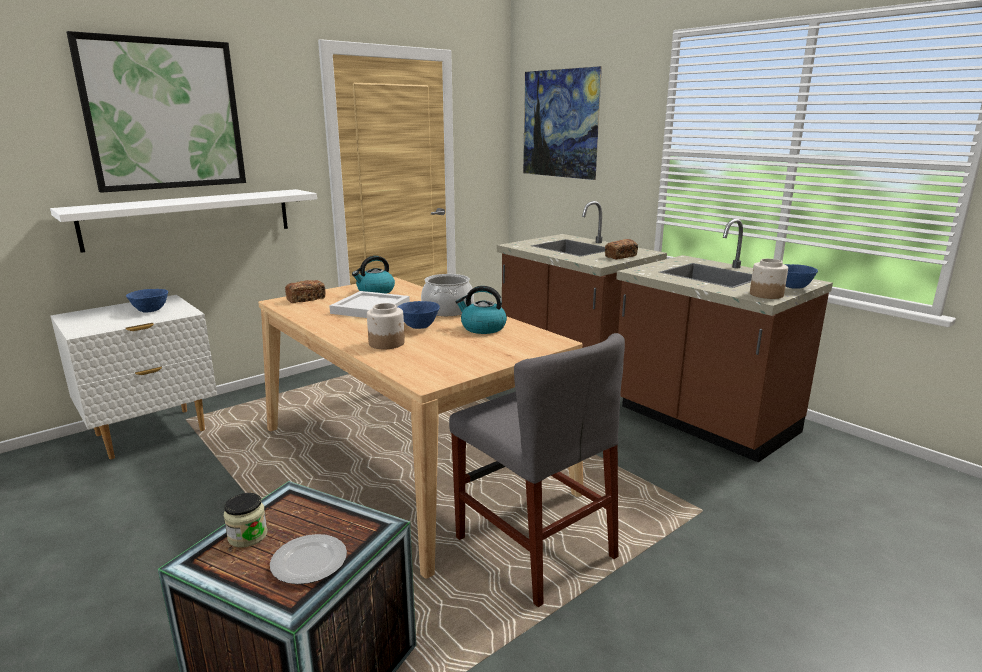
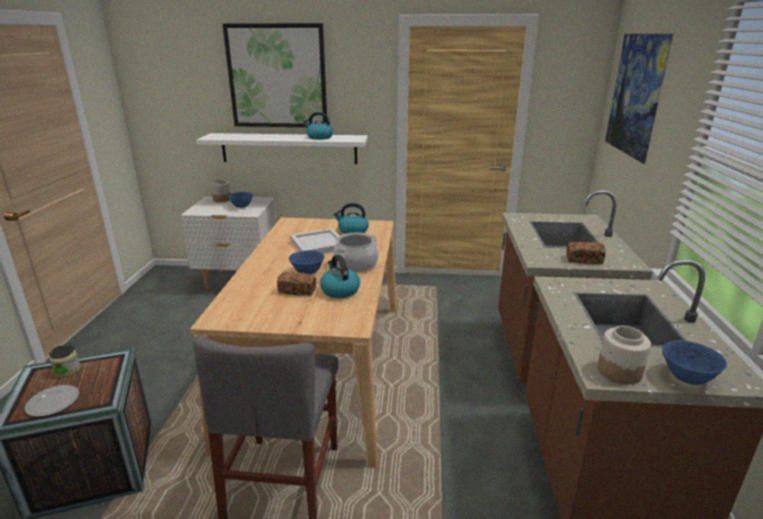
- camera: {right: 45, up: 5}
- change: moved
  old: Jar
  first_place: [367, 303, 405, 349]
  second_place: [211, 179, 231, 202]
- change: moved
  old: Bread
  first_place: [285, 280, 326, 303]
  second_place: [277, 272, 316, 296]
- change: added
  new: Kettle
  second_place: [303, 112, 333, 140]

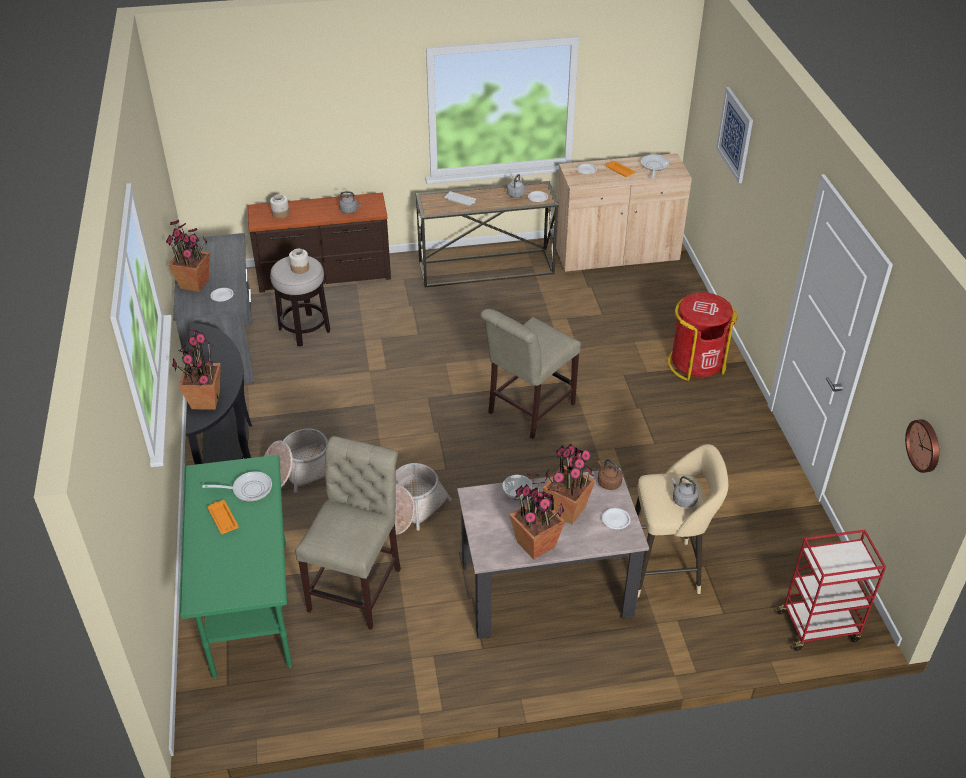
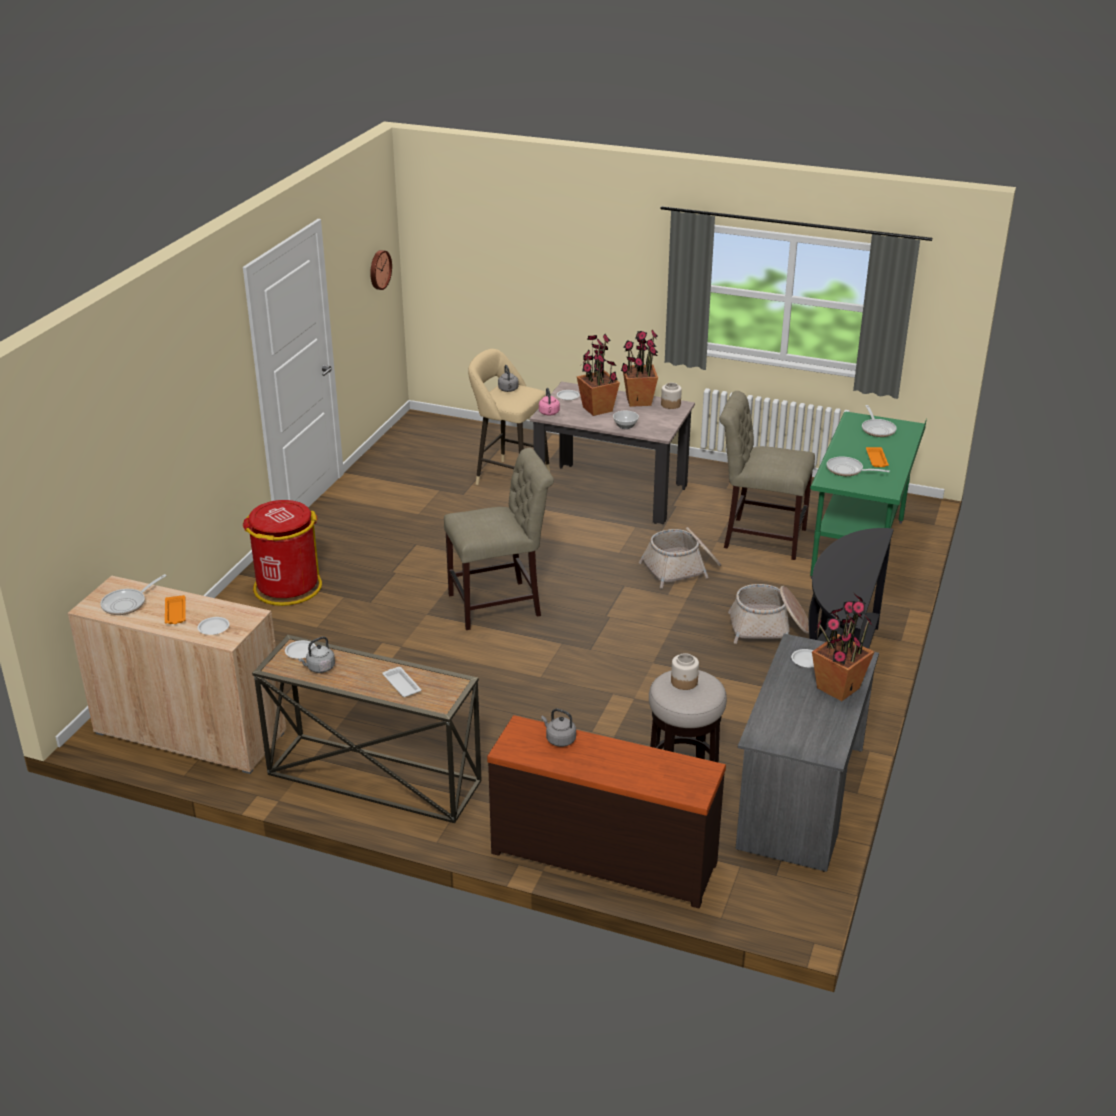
- camera: {right: -150, up: -10}
- change: recoloured
  old: BrownKettle
  new: PinkKettle
  first_place: [598, 459, 623, 490]
  second_place: [539, 388, 560, 415]
- change: moved
  old: Jar
  first_place: [270, 195, 289, 218]
  second_place: [661, 383, 682, 409]
- change: turned
  old: BeigeChair
  first_place: [295, 436, 401, 630]
  second_place: [719, 391, 815, 560]
  degrees: 60
- change: added
  new: FryingPan
  second_place: [862, 405, 897, 437]
- change: removed
  old: PottedPlant
  first_place: [172, 329, 221, 410]
- change: removed
  old: Picture
  first_place: [716, 87, 753, 183]
- change: removed
  old: RedCart
  first_place: [774, 530, 886, 651]

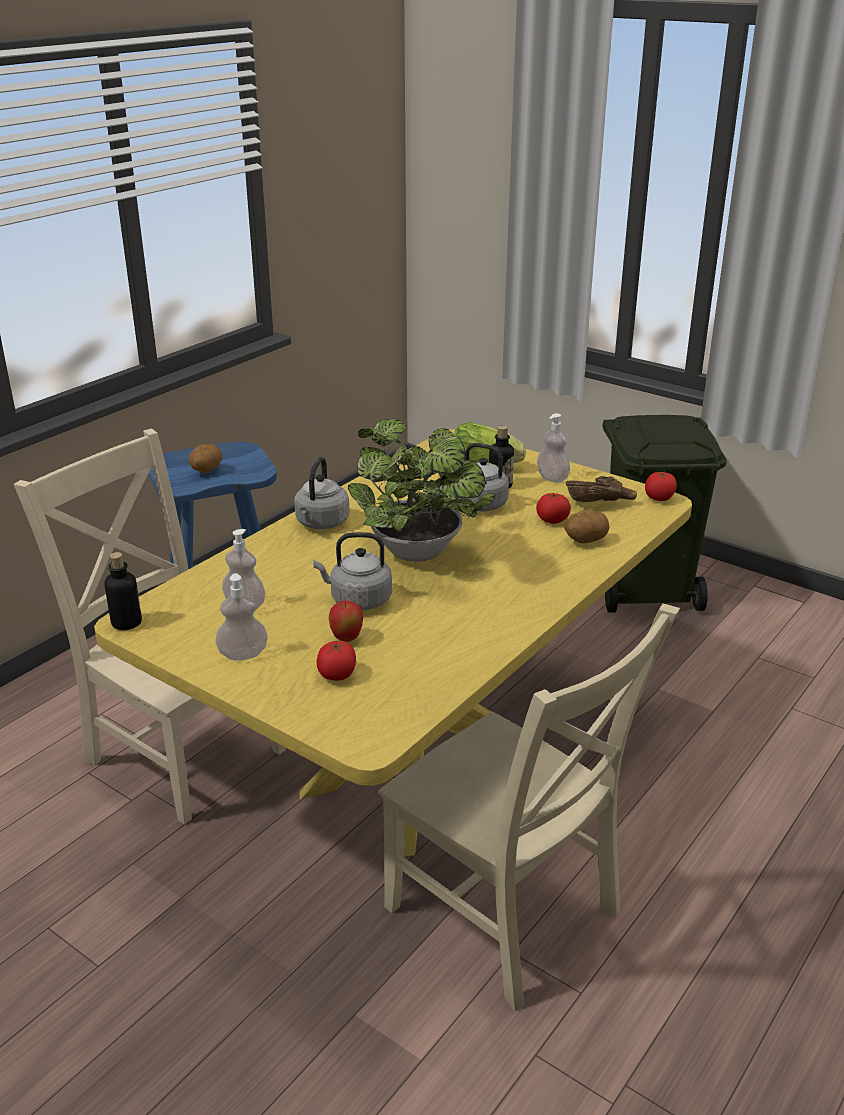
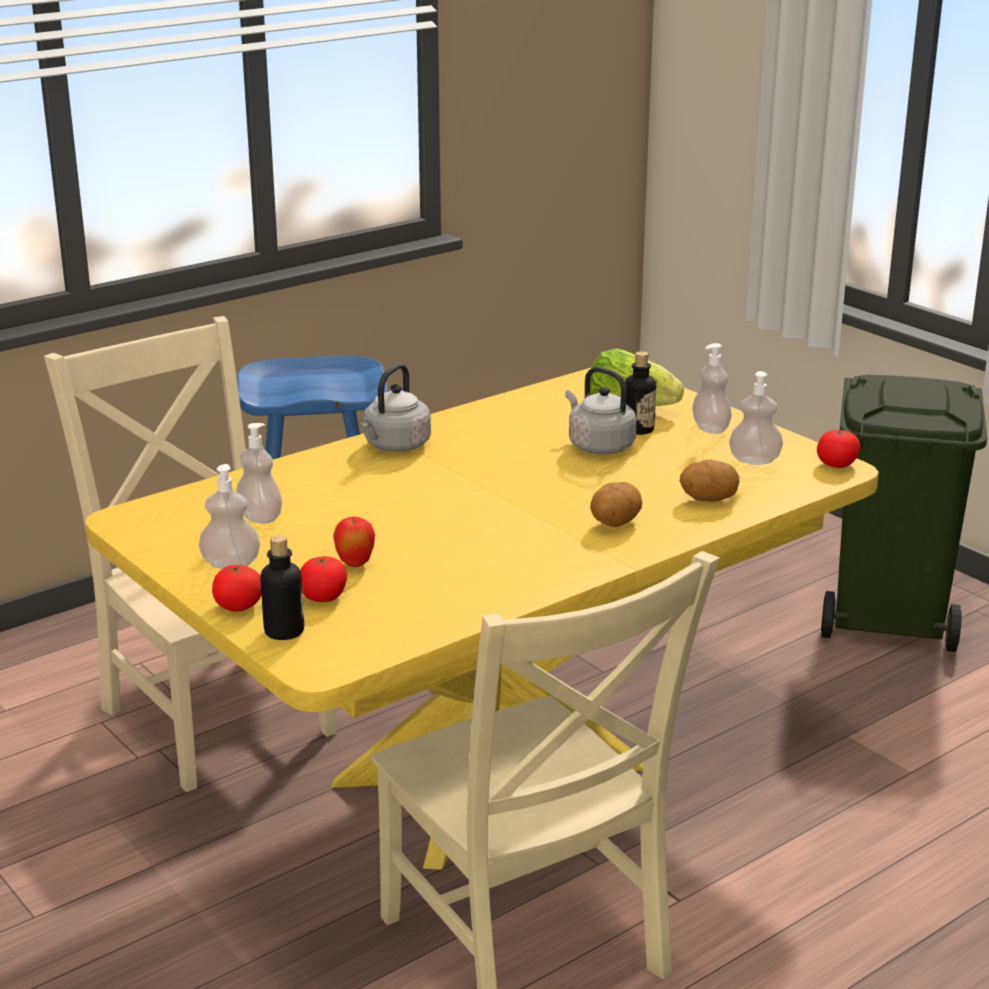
- camera: {right: 15, up: -5}
- change: moved
  old: Tomato
  first_place: [536, 492, 571, 524]
  second_place: [212, 564, 261, 612]
- change: moved
  old: Bottle
  first_place: [105, 552, 142, 630]
  second_place: [260, 535, 304, 640]
- change: moved
  old: Potato
  first_place: [189, 444, 222, 473]
  second_place: [590, 482, 642, 527]
- change: replaced
  old: BrownBowl
  new: SoapDispenser
  first_place: [566, 476, 637, 502]
  second_place: [729, 371, 783, 465]
- change: removed
  old: GreyKettle
  first_place: [313, 532, 392, 610]
- change: removed
  old: PottedPlant
  first_place: [348, 419, 495, 562]

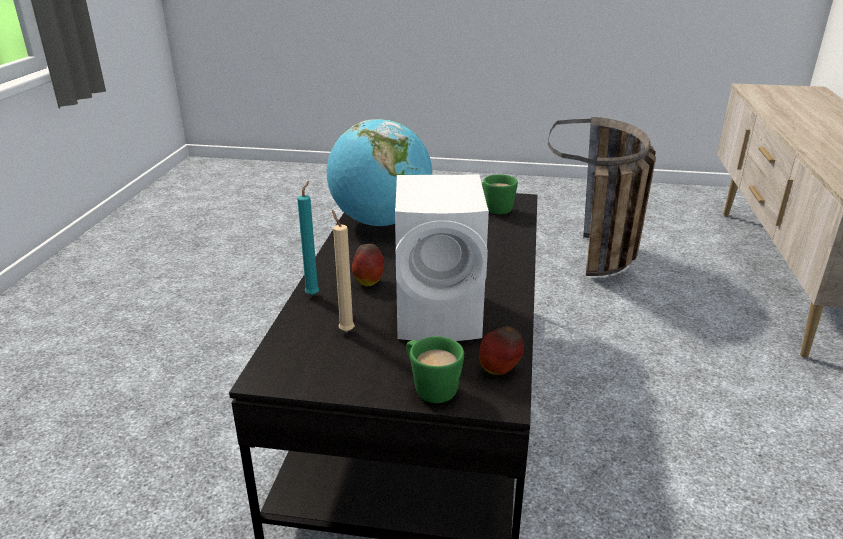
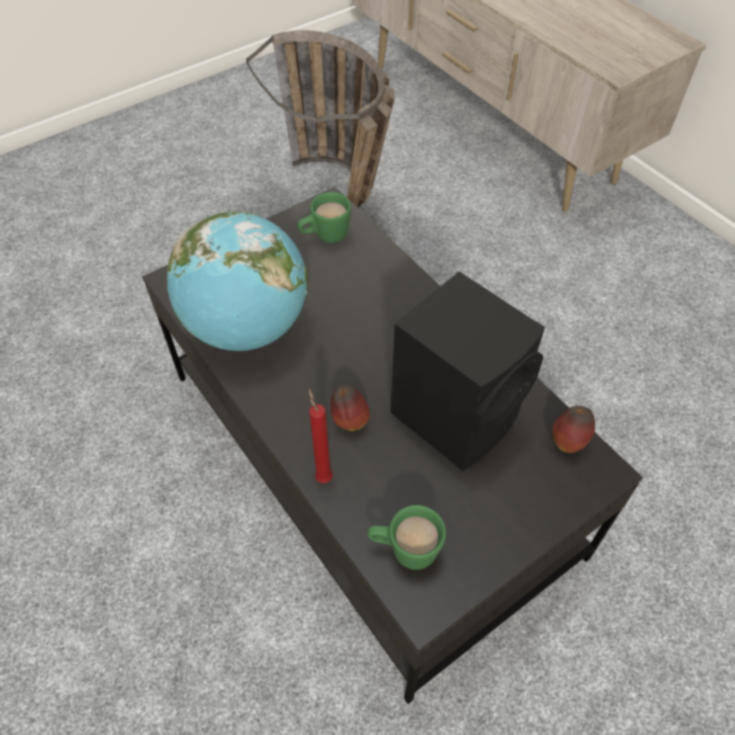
- camera: {right: -45, up: 25}
- change: recoloured
  old: TurquoiseCandle
  new: RedCandle
  first_place: [297, 181, 319, 296]
  second_place: [309, 389, 333, 483]
- change: moved
  old: GreenMug
  first_place: [406, 336, 464, 403]
  second_place: [368, 505, 446, 570]
- change: recoloured
  old: WhiteSpeaker
  new: BlackSpeaker
  first_place: [395, 175, 489, 341]
  second_place: [391, 271, 545, 471]
- change: removed
  old: BeigeCandle
  first_place: [332, 210, 355, 332]

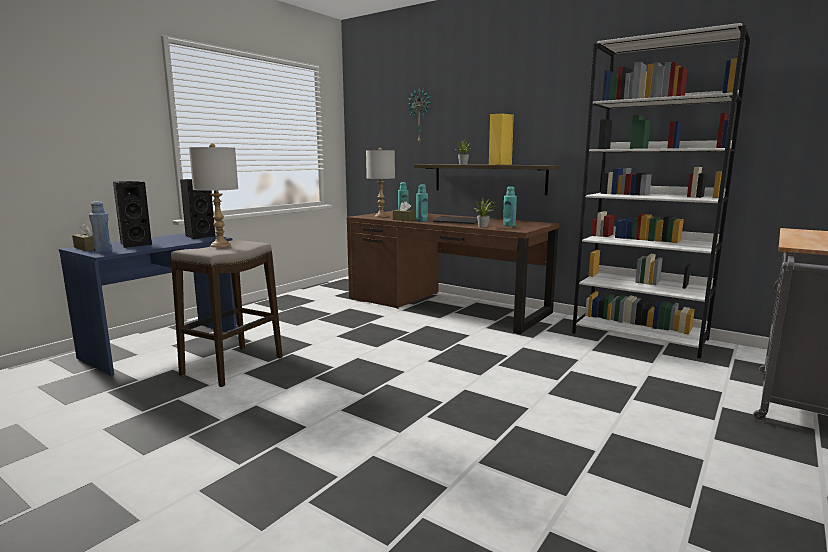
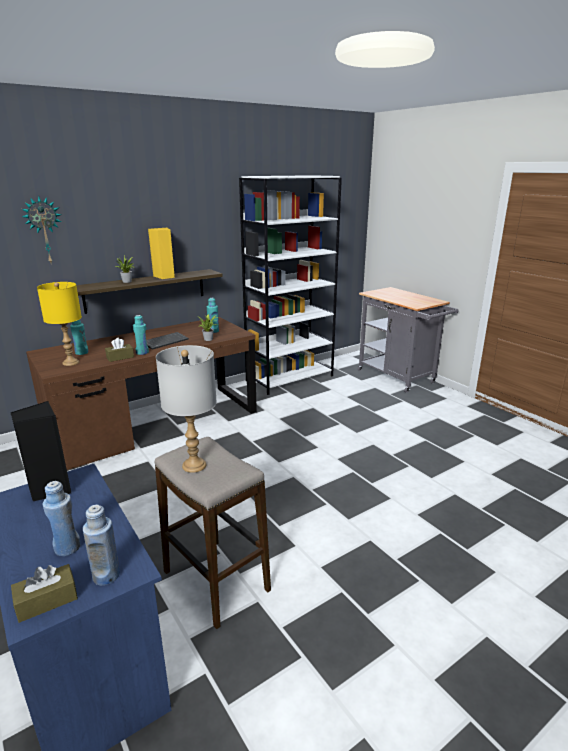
- camera: {right: -70, up: 10}
- change: recoloured
  old: GreyTableLamp
  new: YellowTableLamp
  first_place: [366, 148, 395, 217]
  second_place: [37, 282, 82, 366]
- change: replaced
  old: BlackSpeaker
  new: BlueBottle
  first_place: [113, 181, 152, 248]
  second_place: [43, 481, 81, 556]

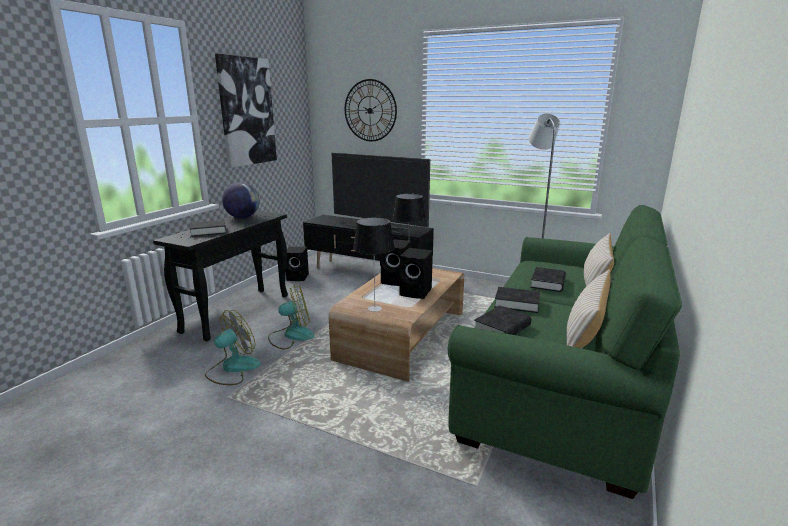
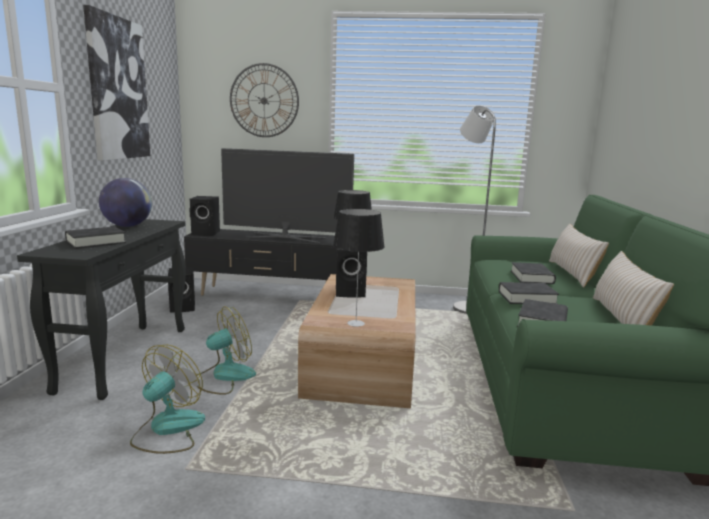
- camera: {right: -20, up: -5}
- change: moved
  old: BlackSpeaker
  first_place: [399, 248, 433, 299]
  second_place: [189, 196, 220, 236]

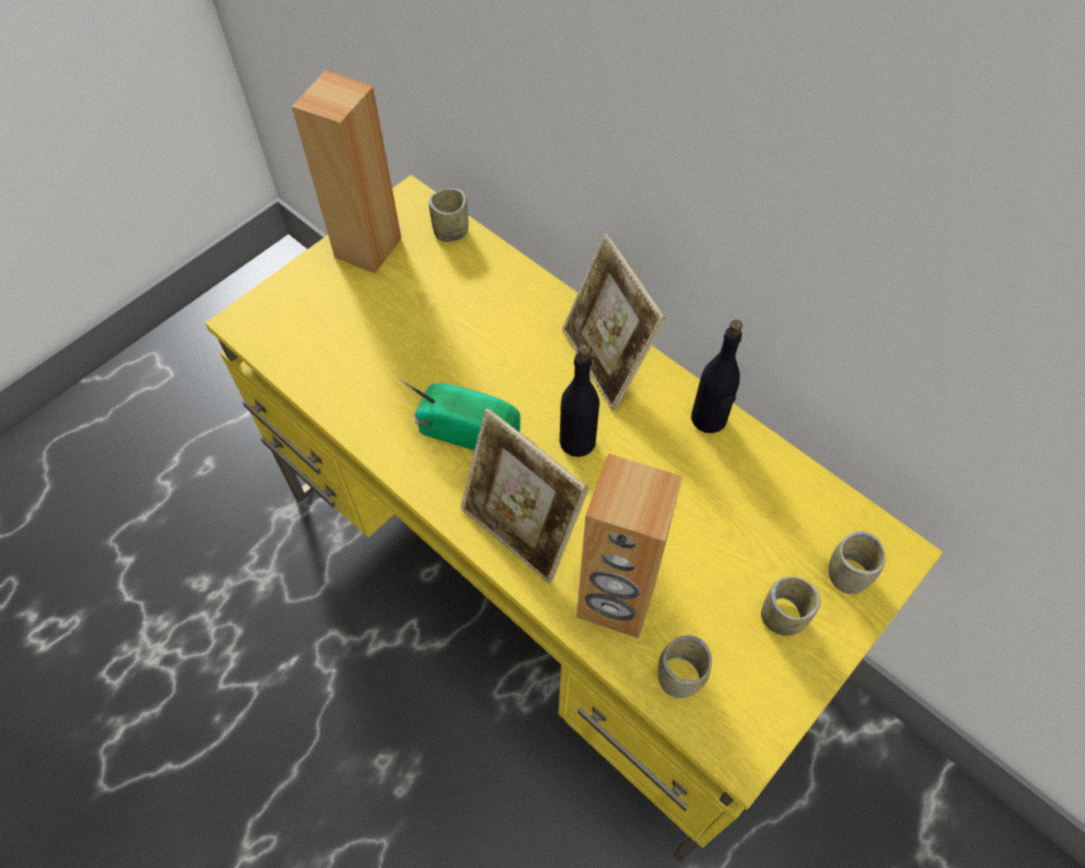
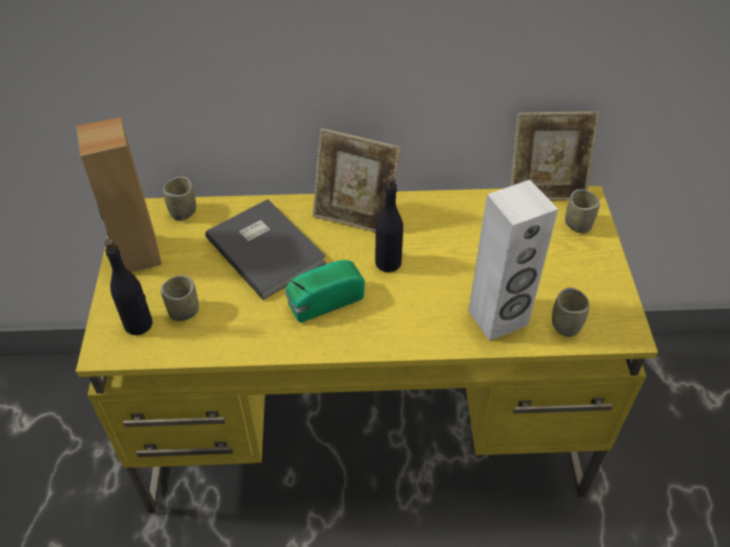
- camera: {right: -45, up: -10}
- change: moved
  old: BlackBottle
  first_place: [691, 320, 742, 433]
  second_place: [104, 238, 153, 335]
- change: moved
  old: Cup
  first_place: [761, 577, 821, 636]
  second_place: [161, 275, 199, 321]
- change: added
  new: GreyBook
  second_place: [205, 199, 326, 300]
- change: recoloured
  old: BrownSpeaker
  new: WhiteSpeaker
  first_place: [576, 454, 683, 638]
  second_place: [468, 180, 558, 341]
- change: moved
  old: PictureFrame
  first_place: [461, 408, 589, 584]
  second_place: [510, 111, 600, 201]

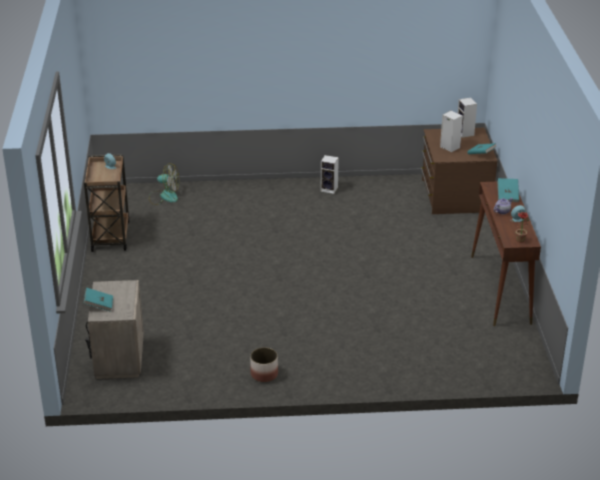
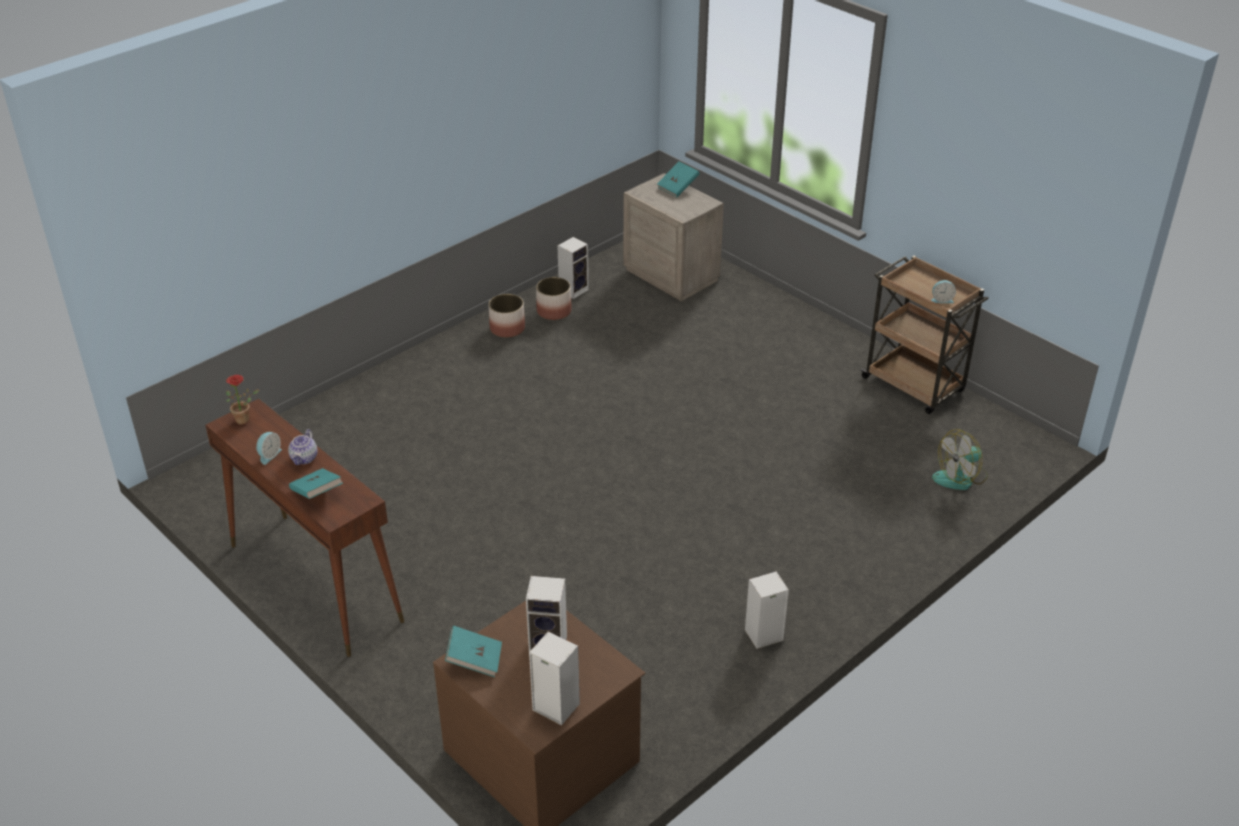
- camera: {right: 140, up: 5}
- change: added
  new: Planter
  second_place: [536, 277, 572, 320]
- change: added
  new: Speaker
  second_place: [557, 237, 589, 299]

